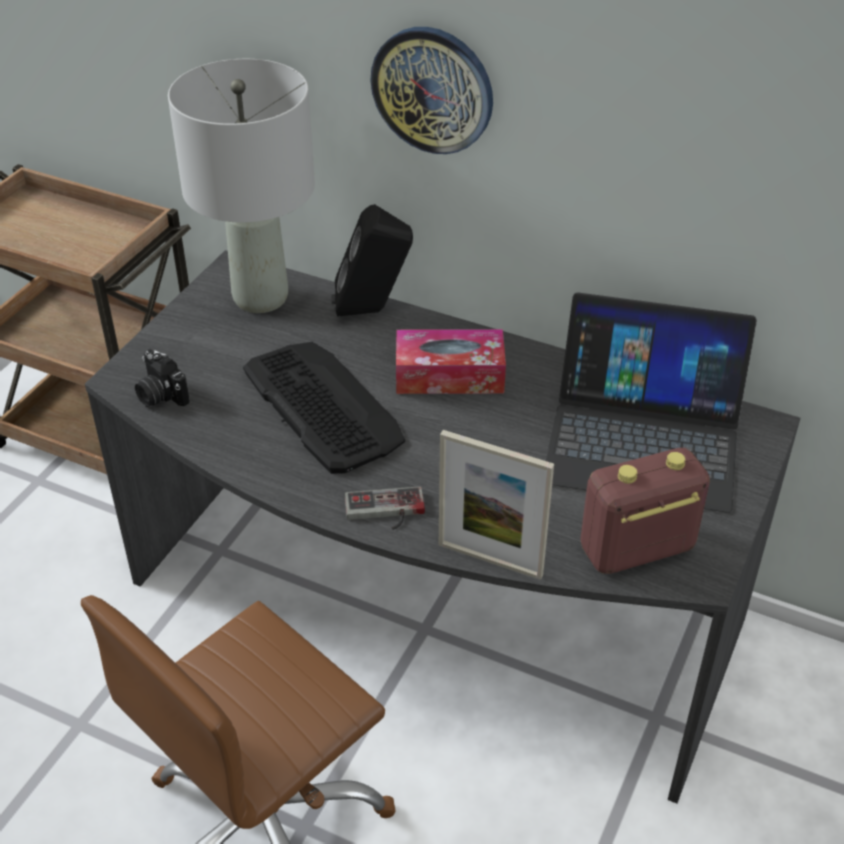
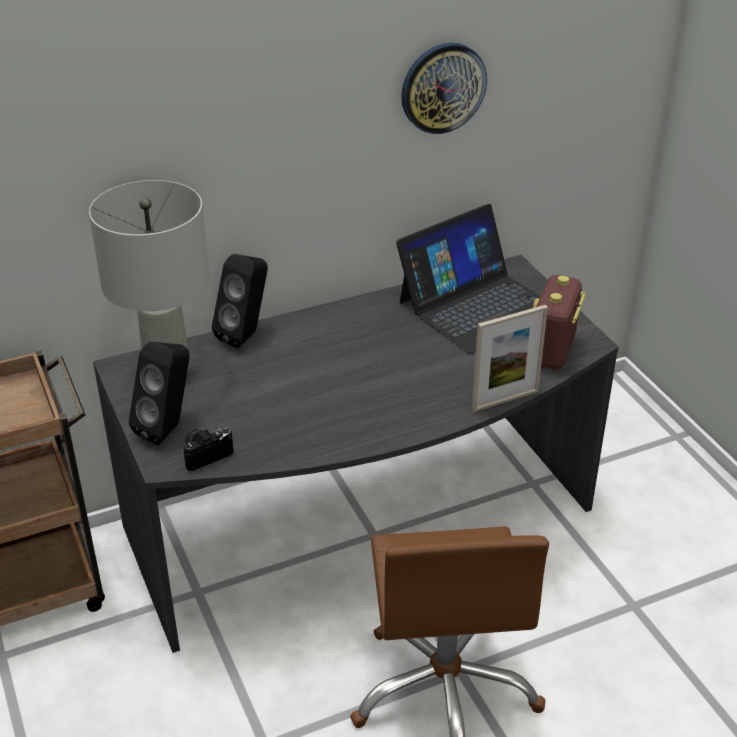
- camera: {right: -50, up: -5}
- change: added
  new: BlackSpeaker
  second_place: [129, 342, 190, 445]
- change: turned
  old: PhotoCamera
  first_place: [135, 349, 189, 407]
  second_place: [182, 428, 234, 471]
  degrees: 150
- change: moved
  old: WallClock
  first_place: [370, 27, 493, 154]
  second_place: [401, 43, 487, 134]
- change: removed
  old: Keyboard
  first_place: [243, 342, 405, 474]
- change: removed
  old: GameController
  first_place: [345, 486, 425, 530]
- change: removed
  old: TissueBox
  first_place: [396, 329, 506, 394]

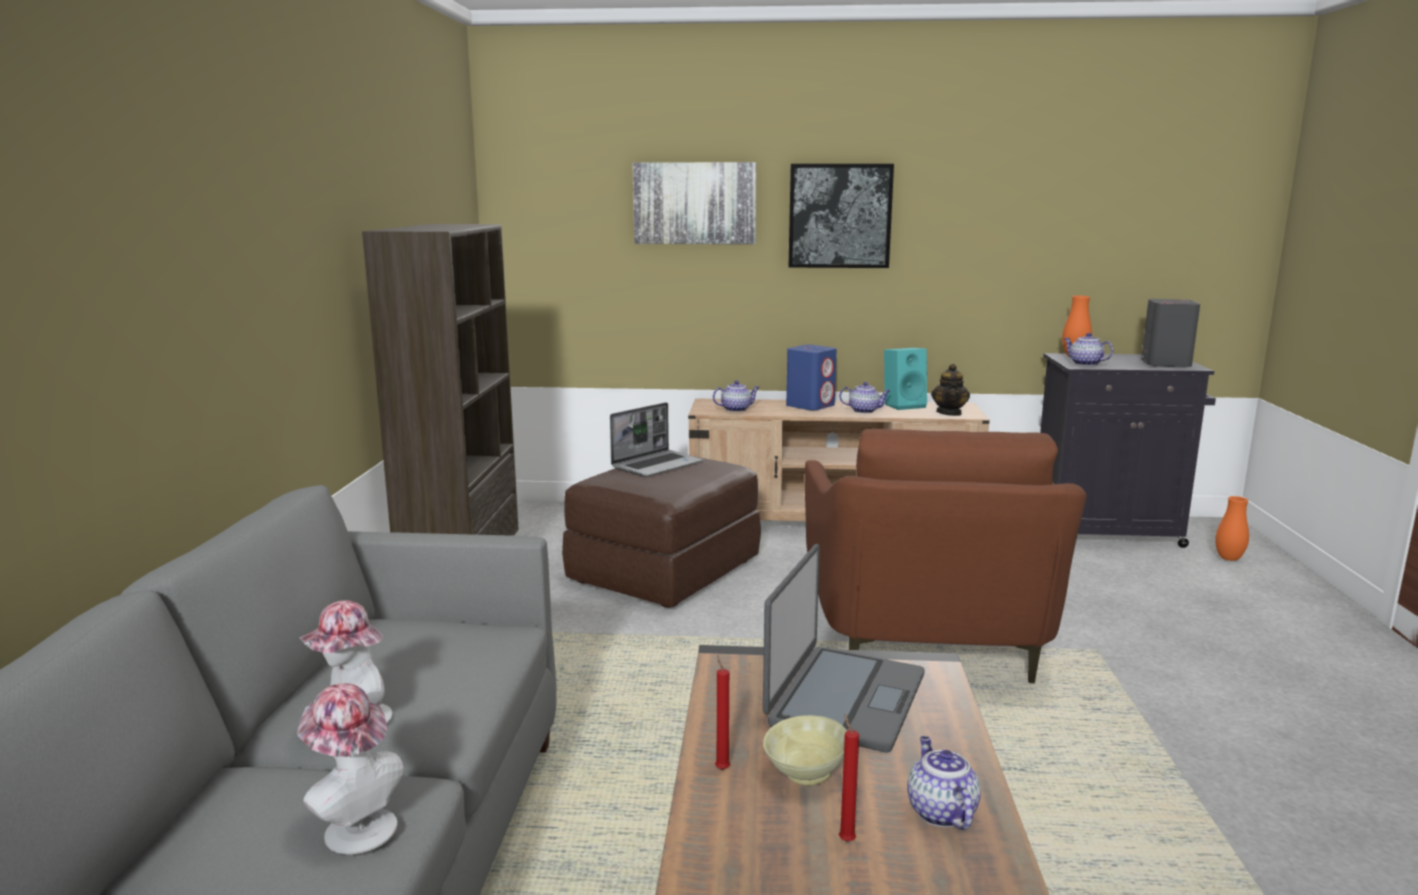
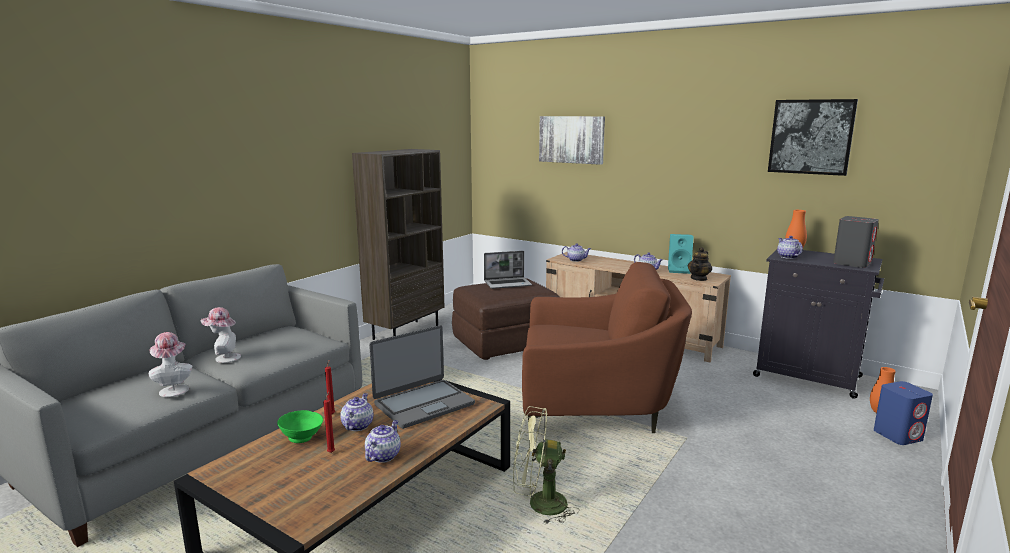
- camera: {right: 30, up: 0}
- change: added
  new: GreenBowl
  second_place: [277, 410, 323, 443]
- change: replaced
  old: BeigeBowl
  new: Teapot
  first_place: [763, 715, 847, 786]
  second_place: [340, 393, 374, 431]
- change: added
  new: GreenFan
  second_place: [513, 406, 580, 524]
- change: turned
  old: BrownArmchair
  first_place: [805, 428, 1087, 683]
  second_place: [522, 262, 692, 433]
  degrees: -120
- change: moved
  old: Picture
  first_place: [788, 164, 894, 268]
  second_place: [768, 99, 858, 176]
- change: moved
  old: BlueSpeaker
  first_place: [786, 345, 837, 411]
  second_place: [874, 381, 933, 445]

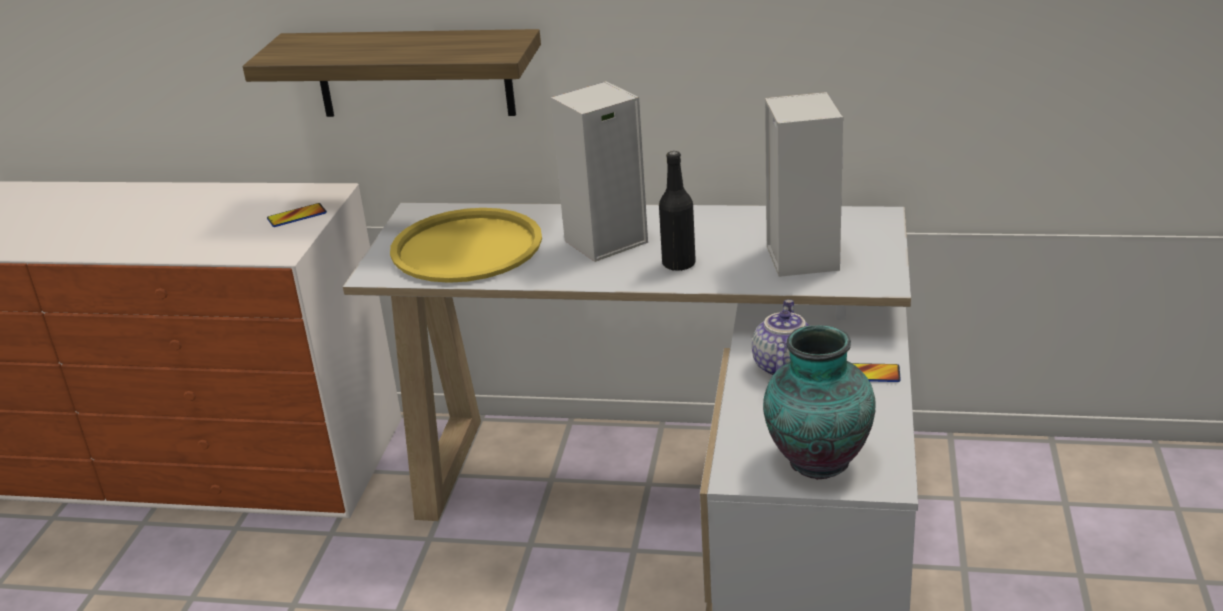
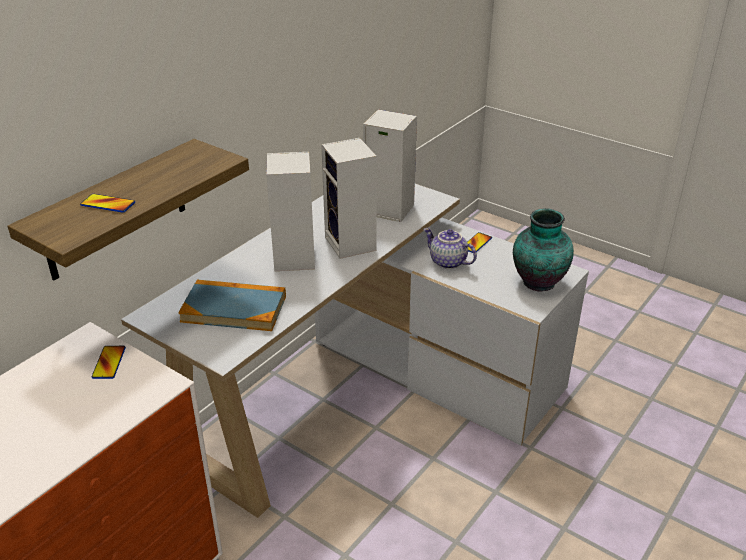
- camera: {right: -65, up: 5}
- change: added
  new: Phone
  second_place: [80, 194, 135, 213]
- change: replaced
  old: YellowTray
  new: Book
  first_place: [390, 208, 542, 283]
  second_place: [179, 280, 286, 331]
- change: replaced
  old: BlackBottle
  new: Speaker
  first_place: [659, 151, 696, 271]
  second_place: [321, 138, 377, 259]

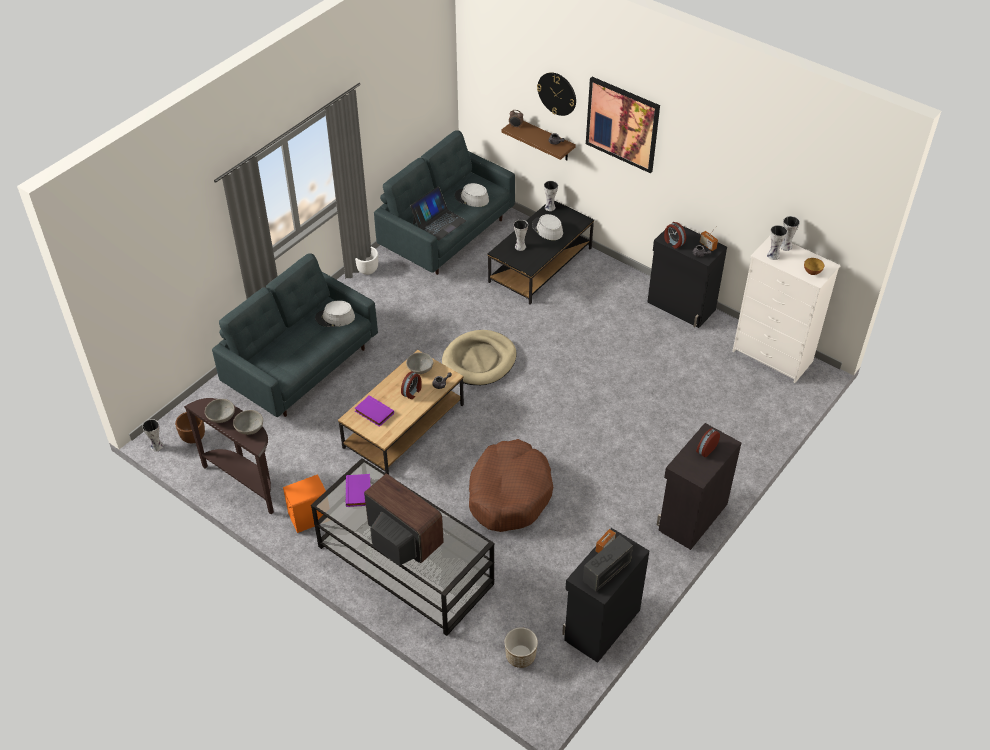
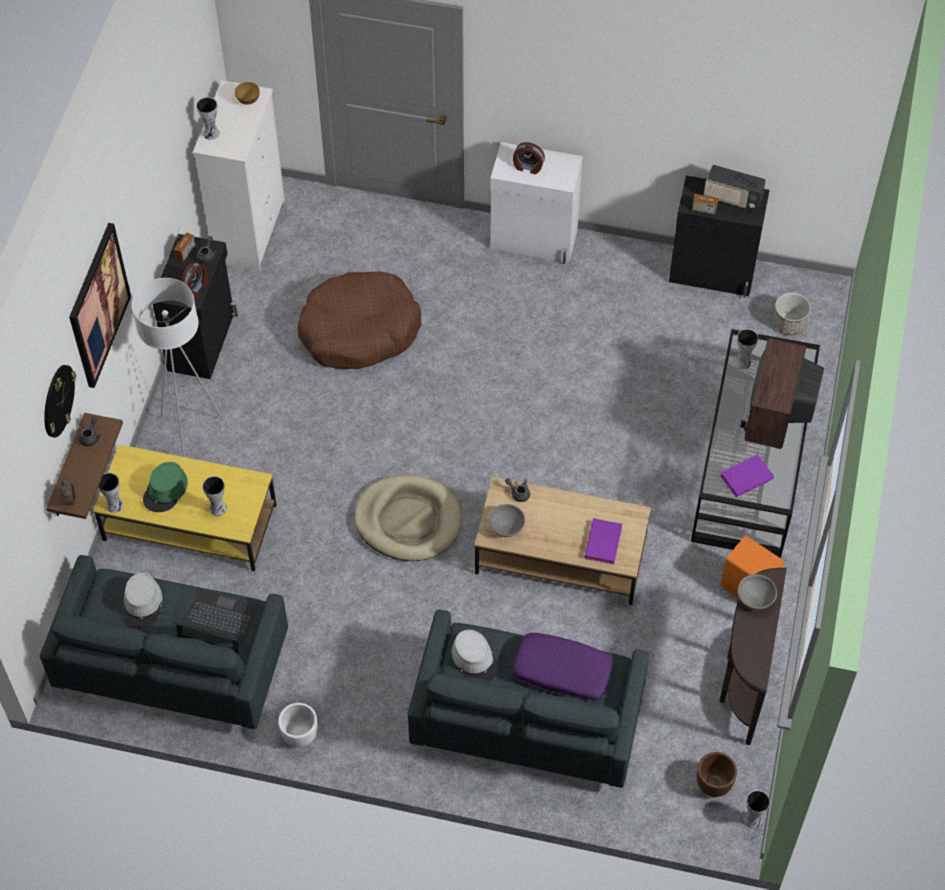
- camera: {right: -115, up: 10}
- change: recoloured
  old: BlackCoffeeTable
  new: YellowCoffeeTable
  first_place: [488, 200, 594, 305]
  second_place: [93, 445, 276, 571]
- change: added
  new: WhiteFloorLamp
  second_place: [131, 278, 223, 457]
- change: recoloured
  old: GreyHat
  new: GreenHat
  first_place: [532, 214, 563, 240]
  second_place: [143, 462, 188, 512]
- change: moved
  old: BrownDogBed
  first_place: [469, 439, 553, 532]
  second_place: [297, 272, 421, 369]
- change: recoloured
  old: BlackCabinet
  new: WhiteCabinet
  first_place: [657, 423, 741, 550]
  second_place: [490, 142, 583, 264]
- change: added
  new: PurplePillow
  second_place: [513, 633, 613, 700]
- change: moved
  old: Vase
  first_place: [767, 225, 787, 260]
  second_place: [735, 329, 759, 369]
- change: removed
  old: GreyBowl
  first_place: [205, 399, 235, 423]
- change: removed
  old: AlarmClock
  first_place: [401, 371, 422, 399]

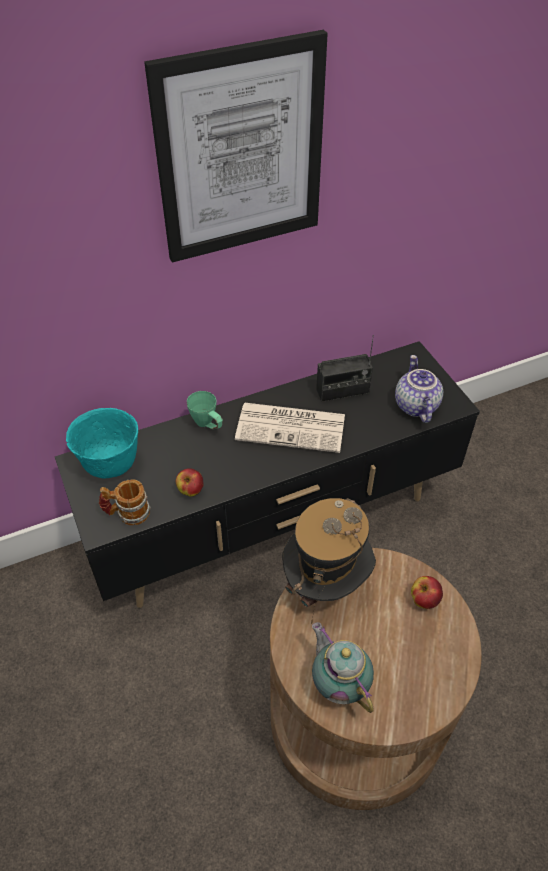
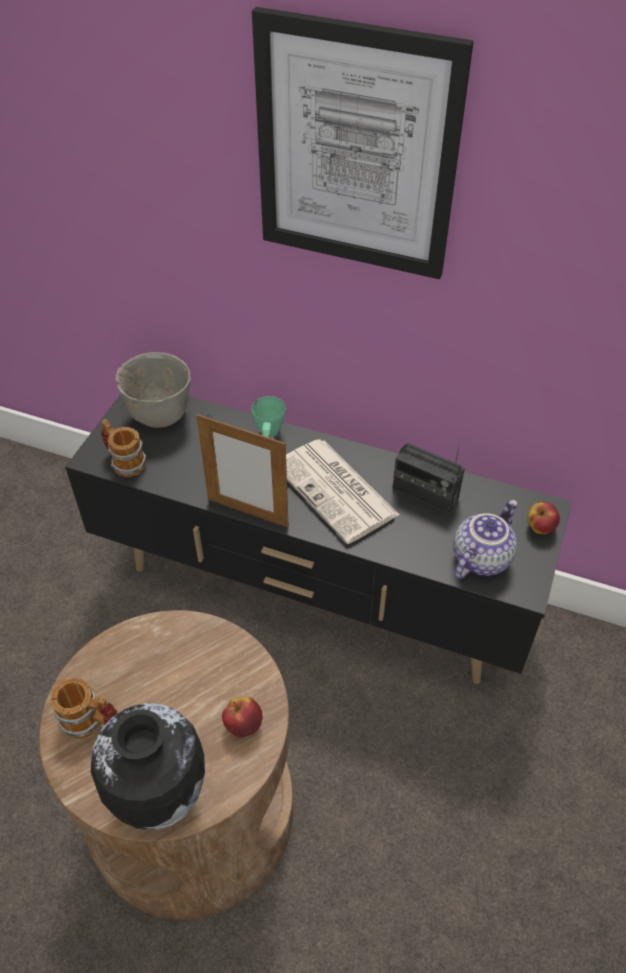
- camera: {right: 45, up: 0}
- change: replaced
  old: Teapot
  new: Mug
  first_place: [312, 622, 374, 713]
  second_place: [50, 678, 118, 739]
- change: added
  new: Vase
  second_place: [91, 703, 205, 830]
- change: recoloured
  old: TurquoiseBowl
  new: GreyBowl
  first_place: [66, 408, 138, 479]
  second_place: [116, 352, 191, 428]
- change: added
  new: PictureFrame
  second_place: [196, 414, 289, 528]
- change: moved
  old: Apple
  first_place: [176, 468, 204, 497]
  second_place: [527, 502, 560, 535]
- change: removed
  old: Hat
  first_place: [282, 498, 376, 624]

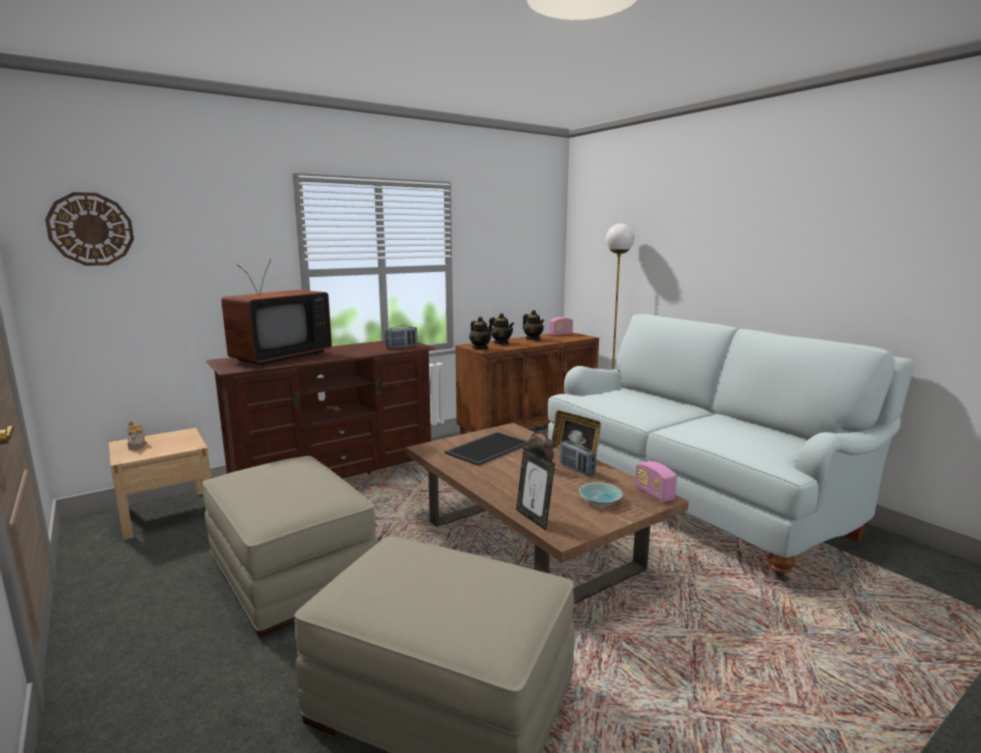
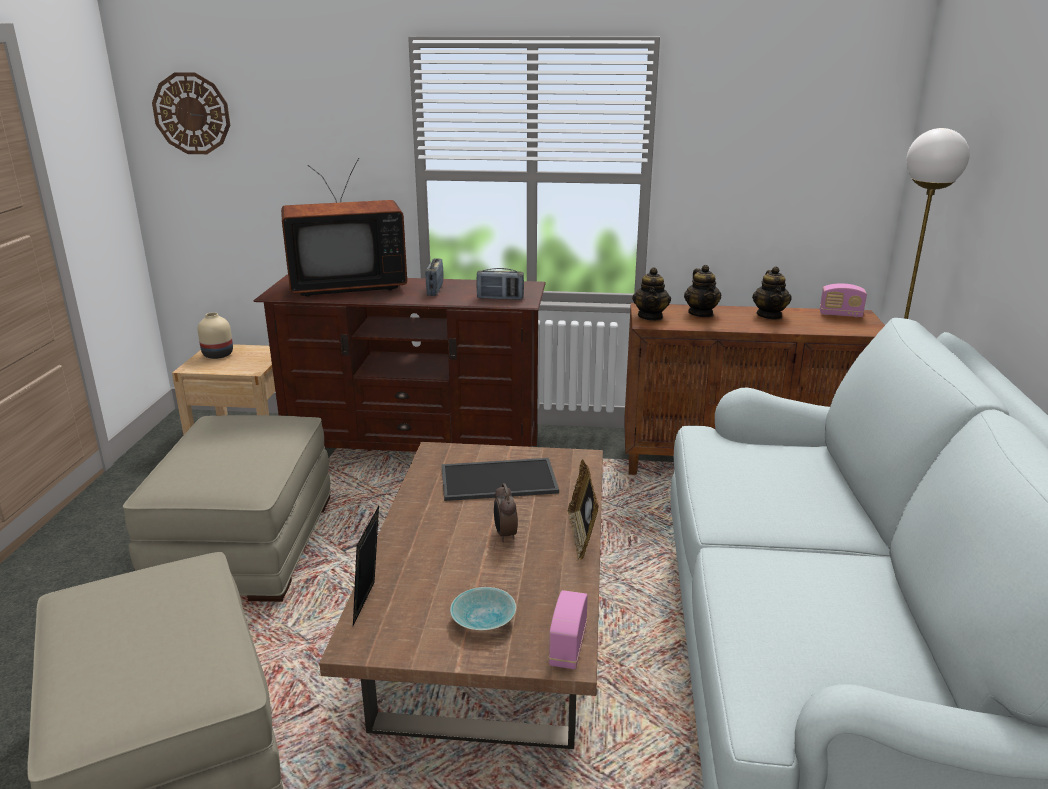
- camera: {right: 40, up: 10}
- change: replaced
  old: Teapot
  new: BeigeVase
  first_place: [127, 421, 147, 450]
  second_place: [198, 312, 233, 359]
- change: moved
  old: Radio
  first_place: [560, 441, 596, 476]
  second_place: [425, 258, 443, 296]

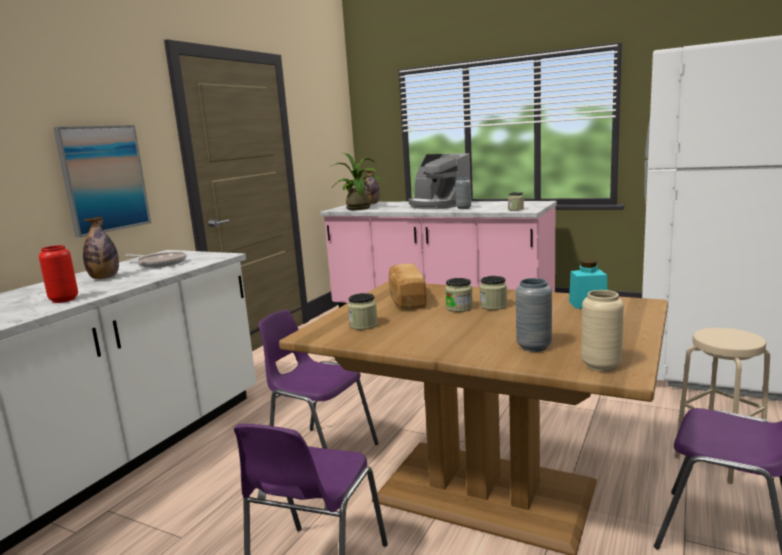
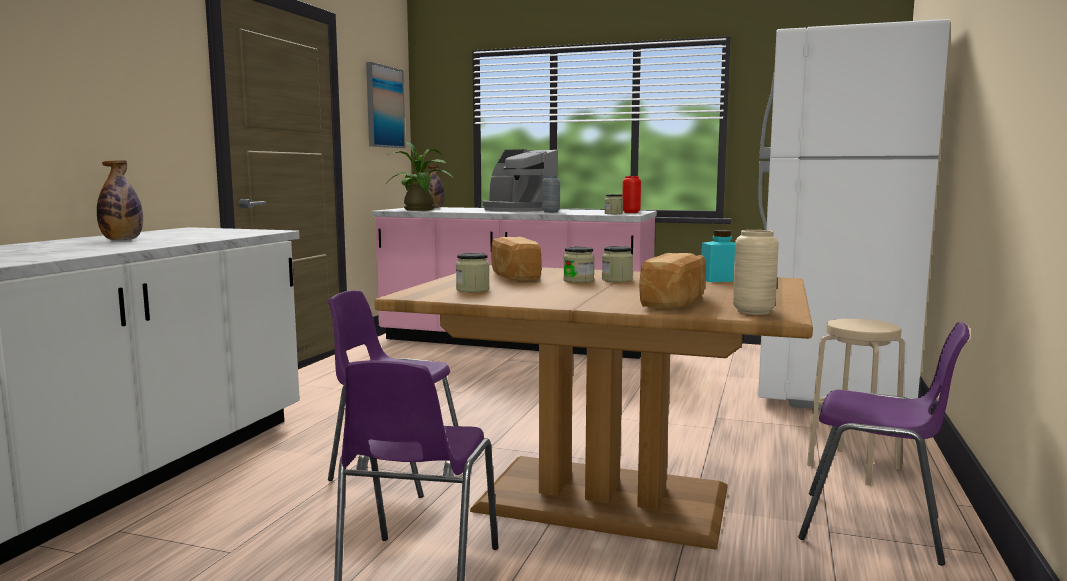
- camera: {right: -10, up: -5}
- change: moved
  old: Picture
  first_place: [53, 125, 151, 237]
  second_place: [366, 62, 405, 148]
- change: moved
  old: RedVase
  first_place: [39, 245, 78, 303]
  second_place: [622, 176, 641, 213]
- change: replaced
  old: GreyVase
  new: Bread
  first_place: [516, 278, 552, 352]
  second_place: [639, 253, 706, 309]
- change: removed
  old: FryingPan
  first_place: [124, 252, 187, 268]

